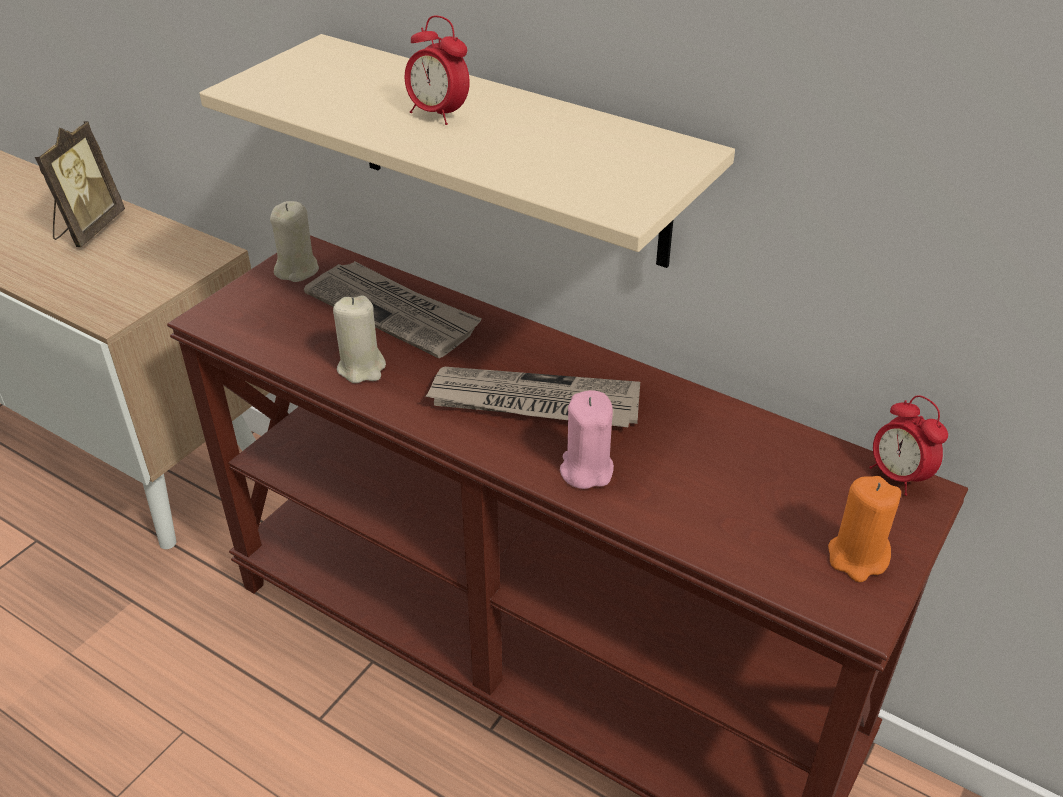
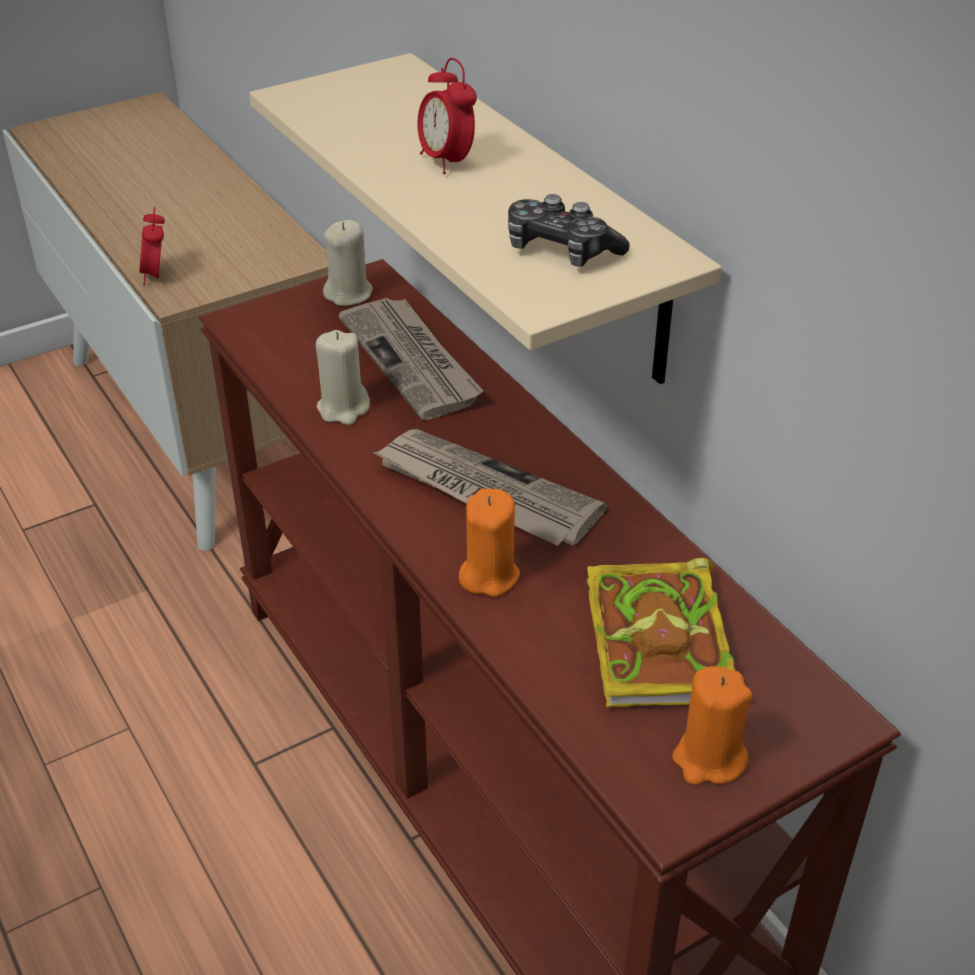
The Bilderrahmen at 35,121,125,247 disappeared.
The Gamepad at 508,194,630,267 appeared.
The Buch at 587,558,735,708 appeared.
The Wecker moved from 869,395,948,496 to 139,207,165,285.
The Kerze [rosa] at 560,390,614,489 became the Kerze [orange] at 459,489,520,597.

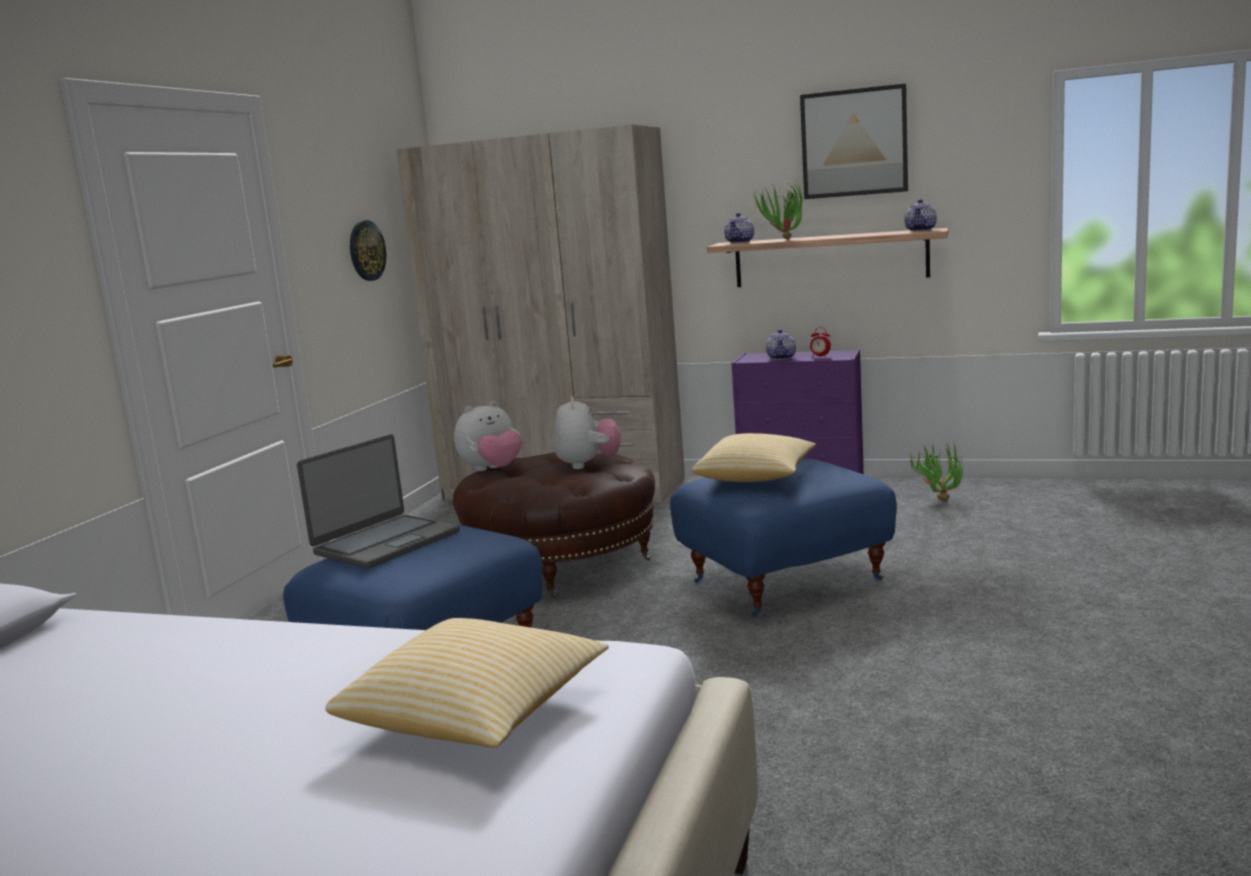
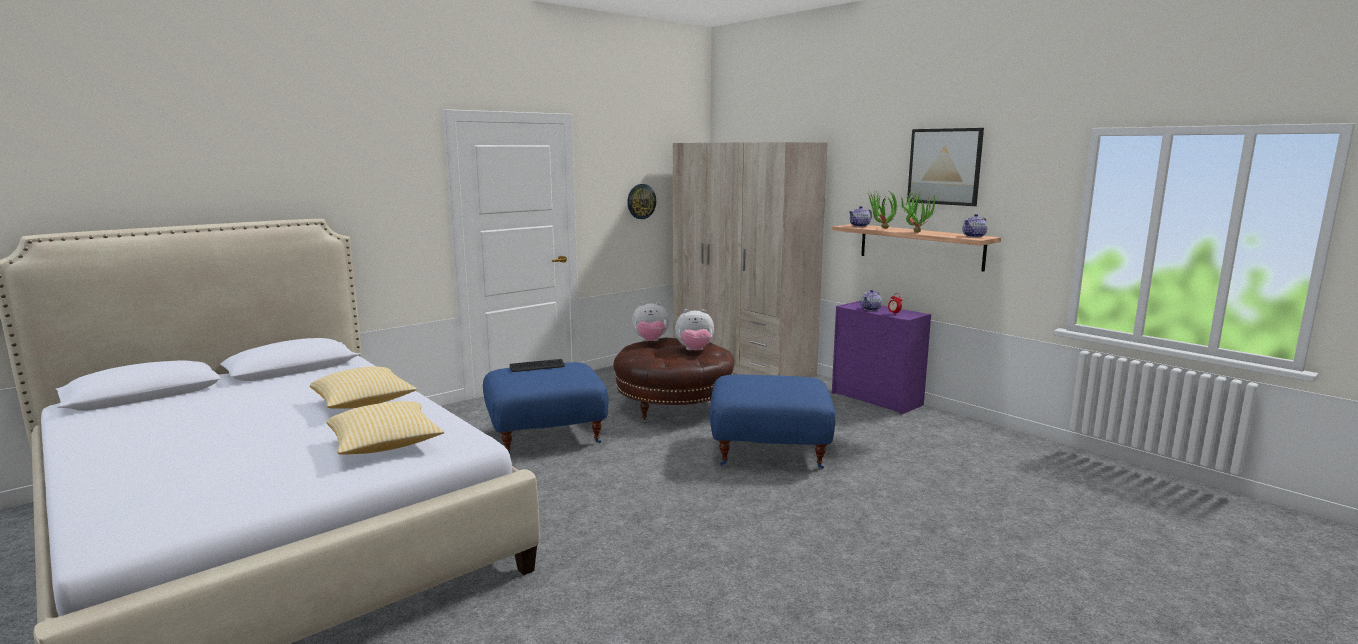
The Kissen moved from 692,433,816,482 to 310,366,417,409.
The Topfpflanze moved from 910,443,963,501 to 899,189,936,233.
The Laptop at 297,434,459,568 was replaced by the Tastatur at 510,359,565,372.
The Plüschtier at 554,396,621,469 turned 60 degrees clockwise.

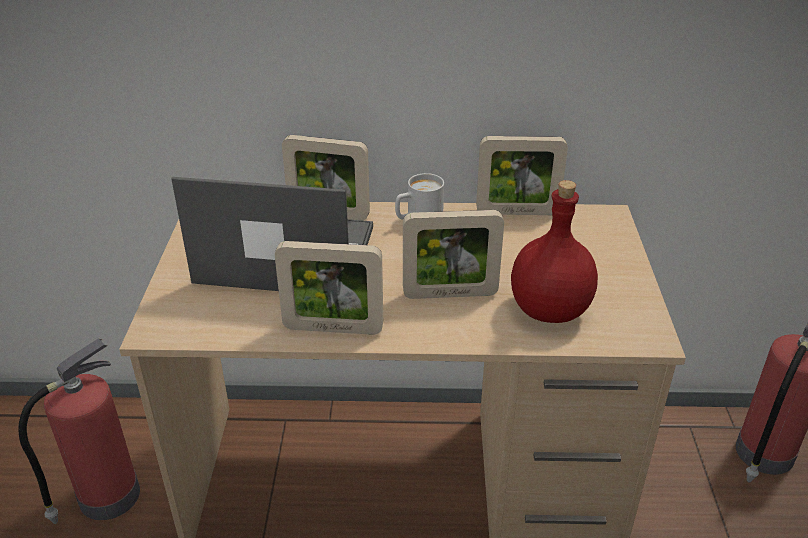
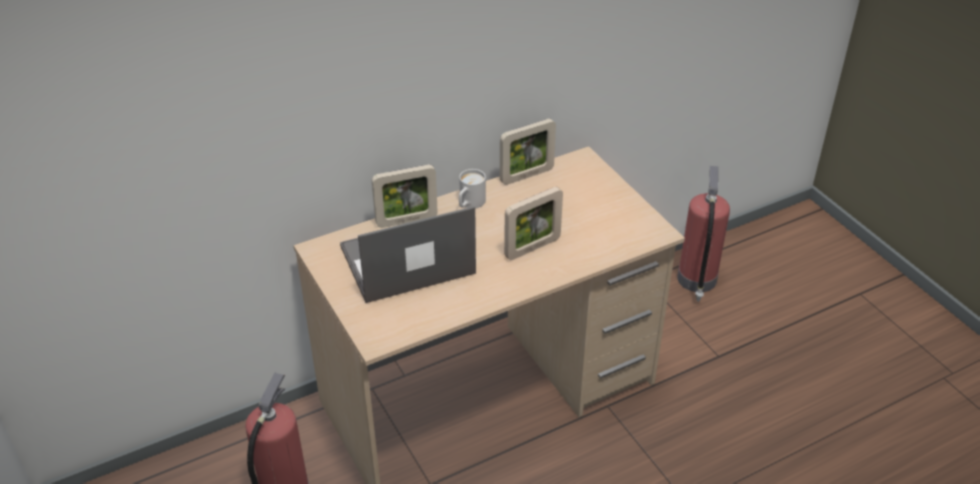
The Bilderrahmen at 275,241,383,335 disappeared.
The Flasche [rot] at 511,180,598,323 disappeared.

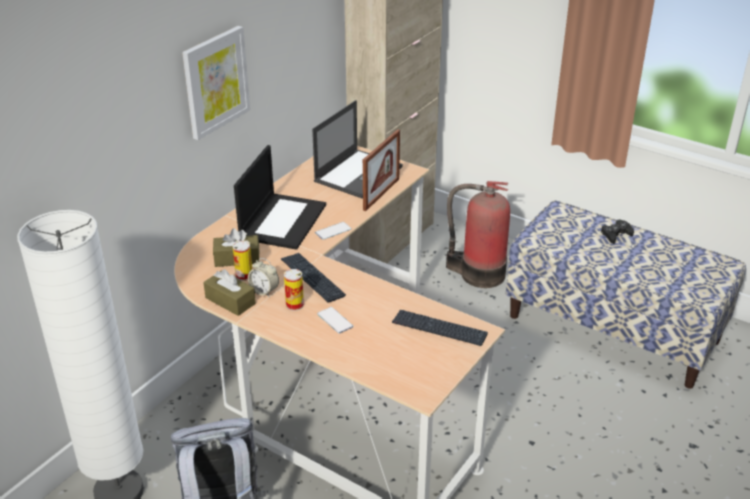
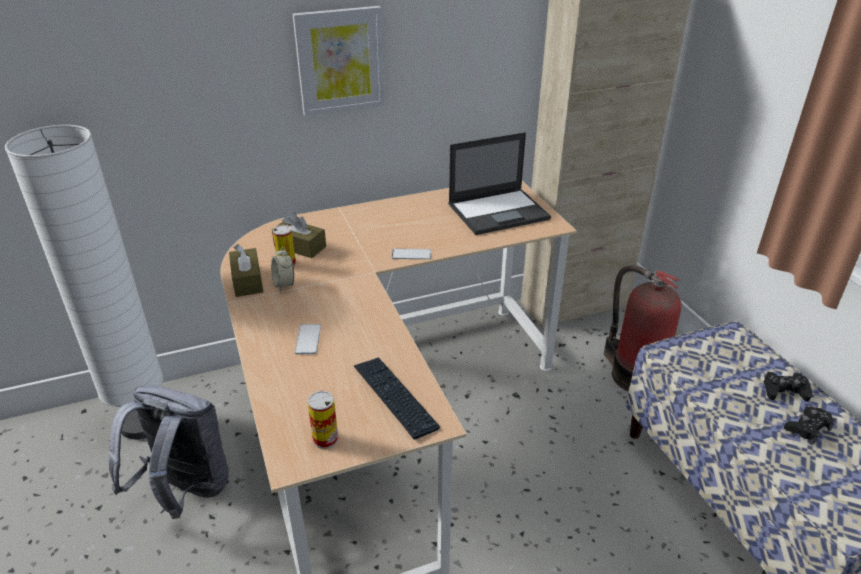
The Laptop at 234,145,326,250 disappeared.
The Tastatur at 281,253,346,303 disappeared.
The Bilderrahmen at 363,129,400,211 disappeared.
The Gamepad [schwarz] at 784,406,835,444 appeared.
The Dose moved from 284,269,304,311 to 308,391,338,449.

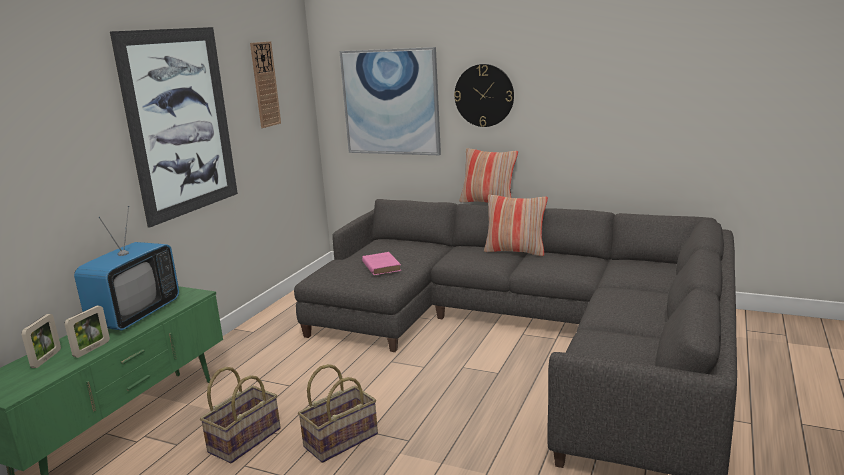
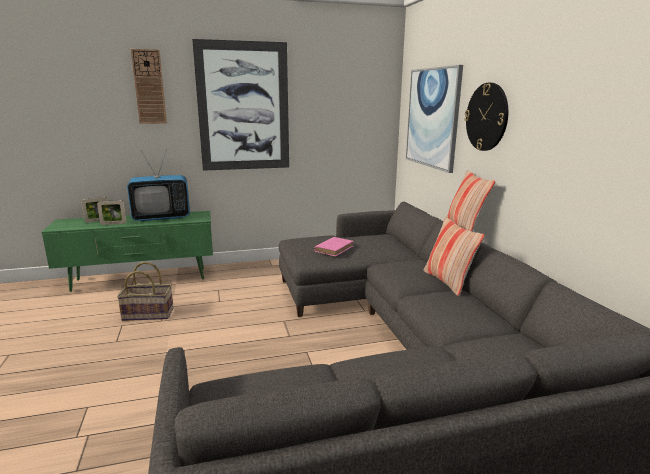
The Korb at 298,364,378,463 disappeared.
The Wanduhr moved from 250,41,281,128 to 131,49,167,124.

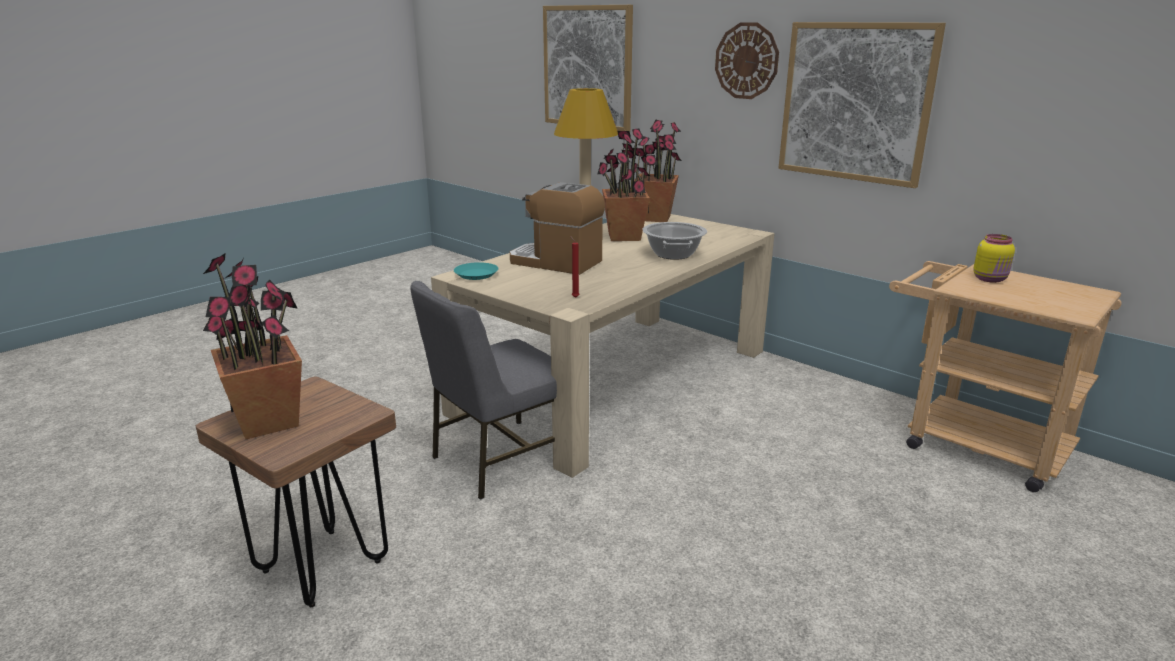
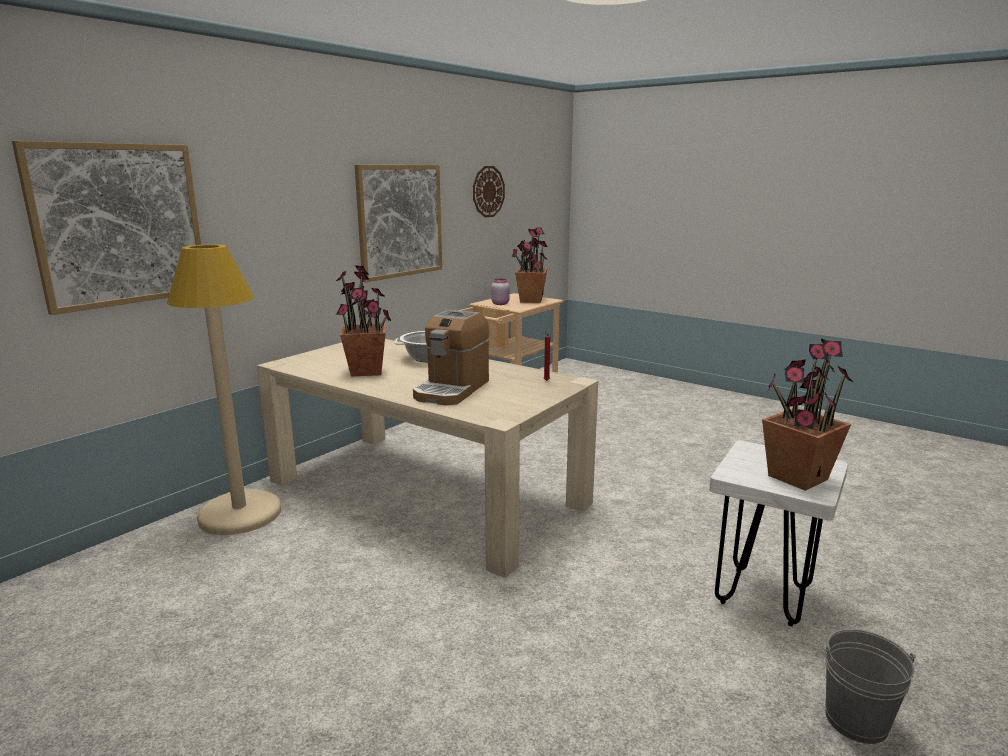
The Stuhl [grau] at 410,281,557,500 disappeared.
The Teller [türkis] at 454,262,498,280 disappeared.
The Eimer [grau] at 822,629,916,744 appeared.
The Topfpflanze moved from 634,120,681,222 to 512,227,547,303.
The Wanduhr moved from 715,22,779,99 to 473,166,505,218.
The Hocker [braun] at 195,376,396,607 became the Hocker [weiß] at 709,440,848,626.
The Vorratsglas [gelb] at 973,234,1015,283 became the Vorratsglas [rosa] at 491,279,510,305.

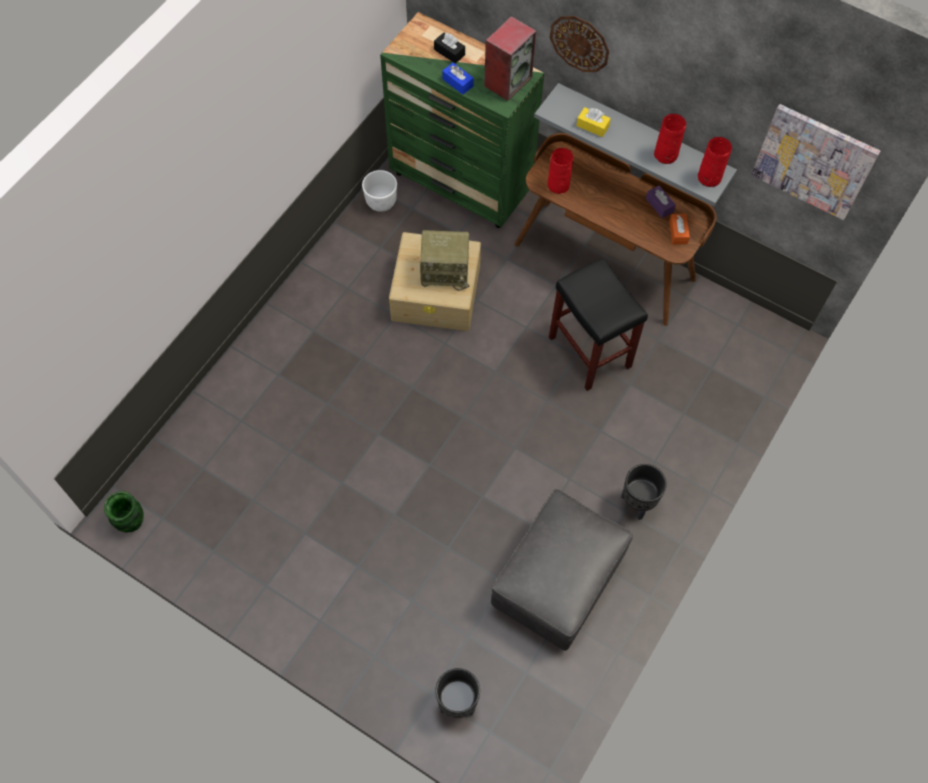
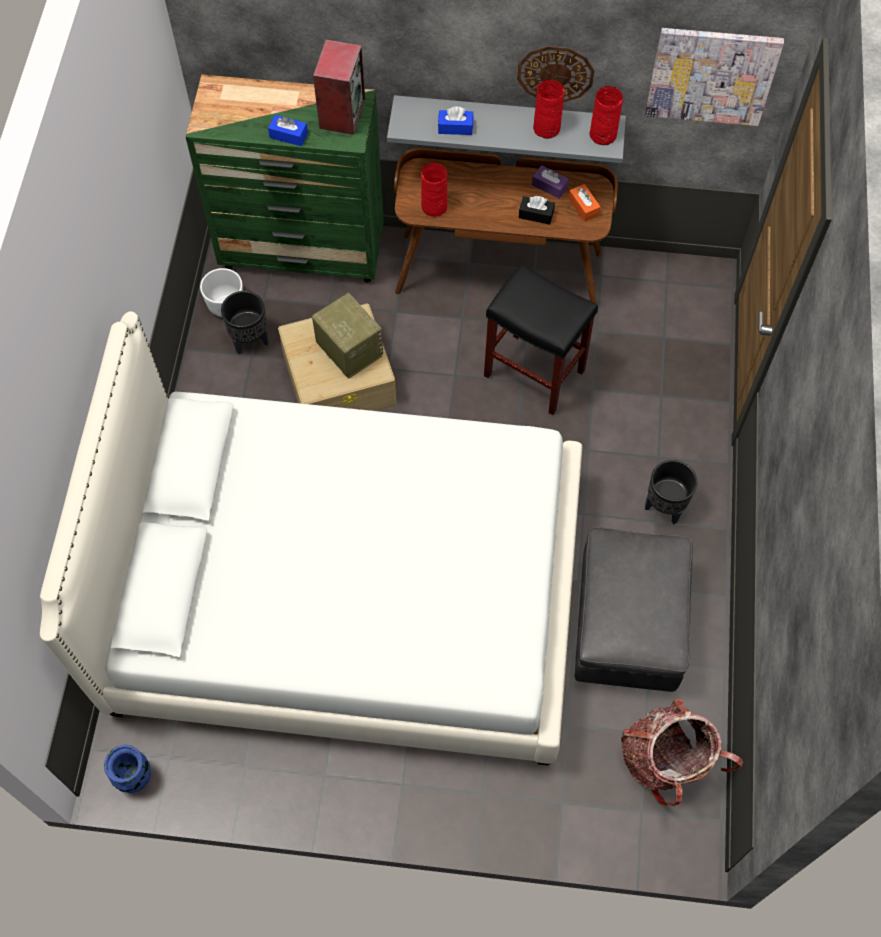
The Bett [weiß] at 40,311,582,765 appeared.
The Rucksack at 621,699,744,806 appeared.
The Taschentuchbox [schwarz] moved from 434,32,465,64 to 519,196,555,225.
The Pflanzkübel [schwarz] moved from 435,668,480,718 to 221,291,269,355.
The Wanduhr moved from 550,16,609,72 to 517,46,595,102.
The Vase [grün] at 104,491,144,532 became the Vase [blau] at 104,745,151,793.
The Taschentuchbox [gelb] at 576,107,611,137 became the Taschentuchbox [blau] at 438,106,473,135.
The Radio at 420,230,469,291 turned 105 degrees counterclockwise.

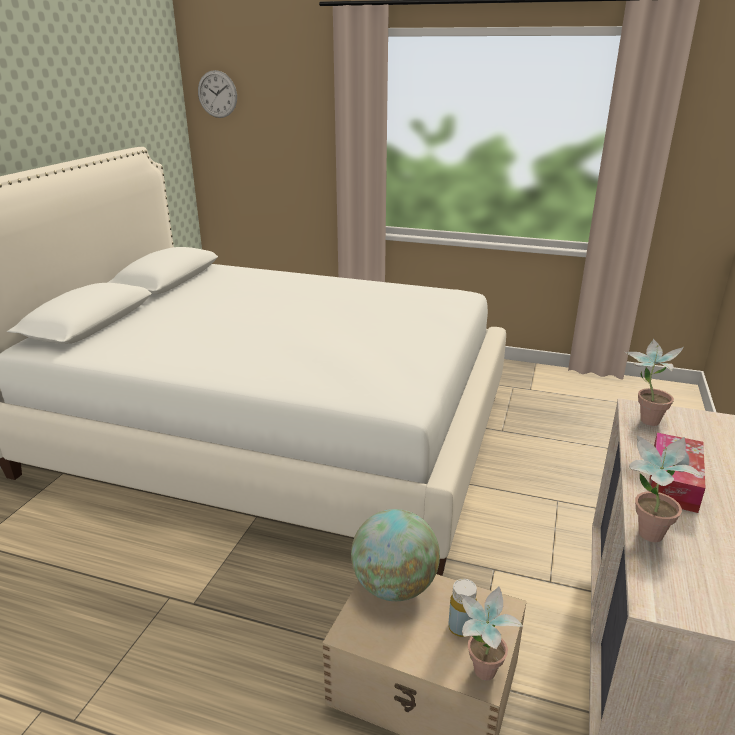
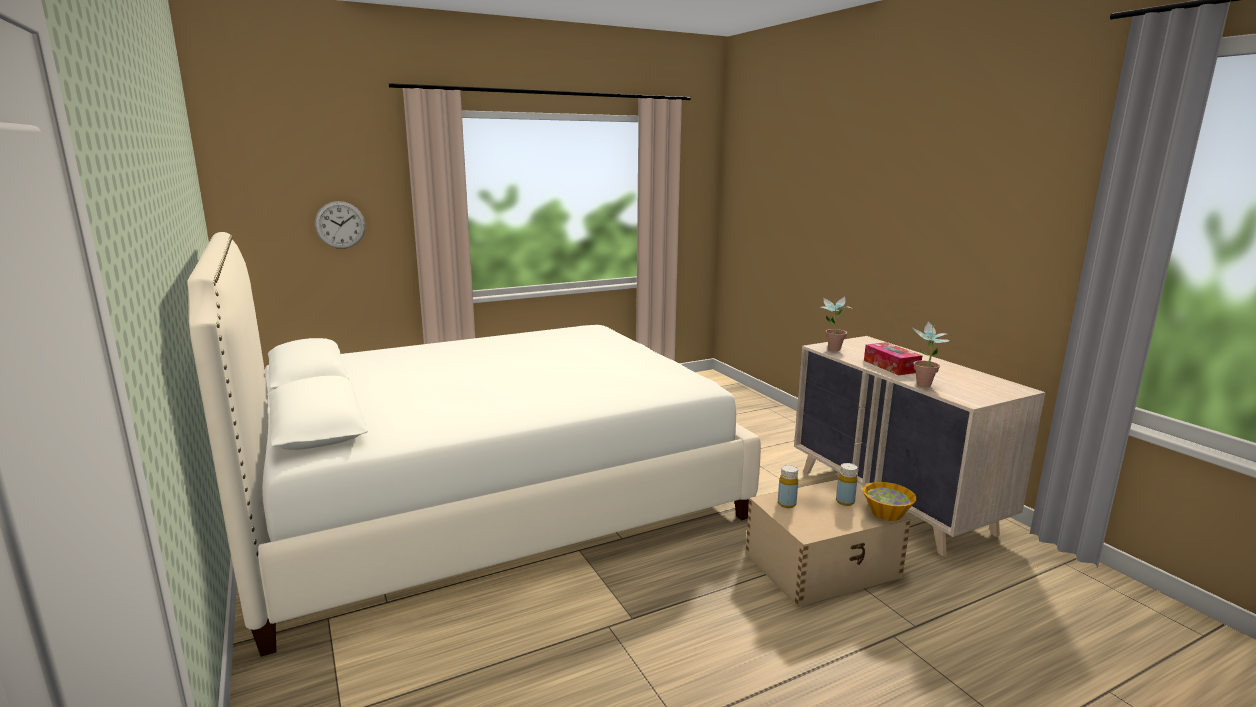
The Wanduhr moved from 198,70,237,118 to 315,201,366,249.
The Globus at 351,509,440,601 was replaced by the Flasche [gelb] at 778,465,798,508.
The Topfpflanze at 460,586,523,681 was replaced by the Schüssel at 863,482,916,521.

